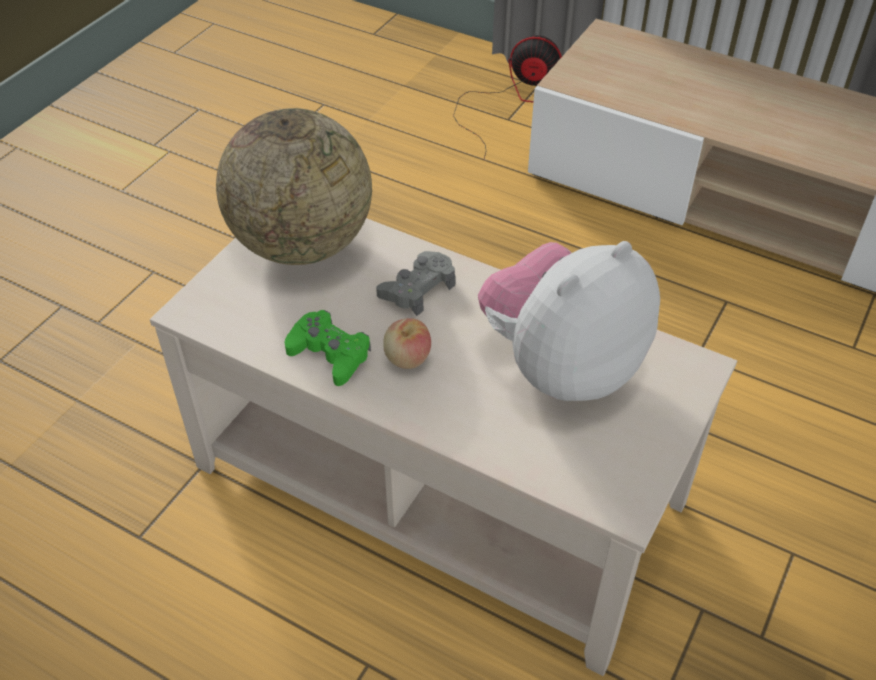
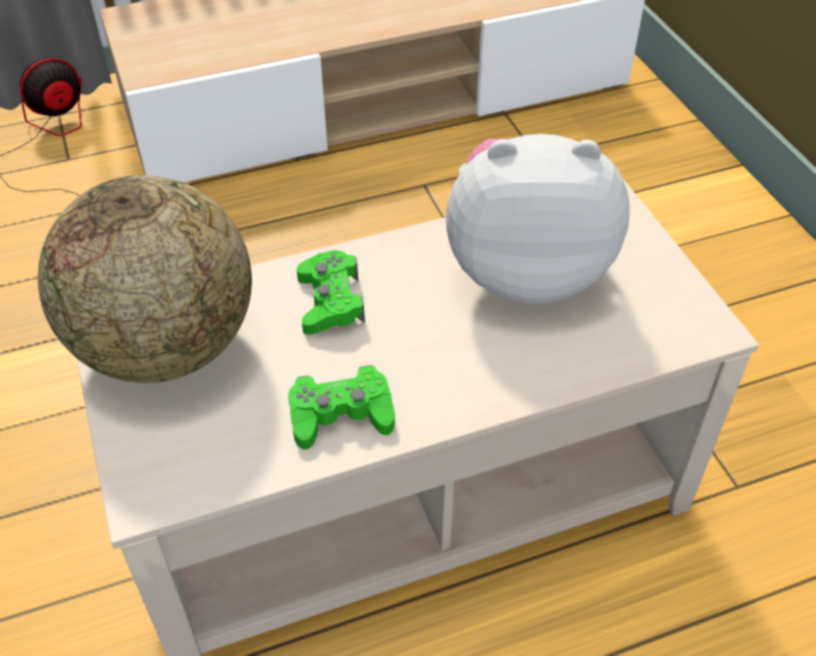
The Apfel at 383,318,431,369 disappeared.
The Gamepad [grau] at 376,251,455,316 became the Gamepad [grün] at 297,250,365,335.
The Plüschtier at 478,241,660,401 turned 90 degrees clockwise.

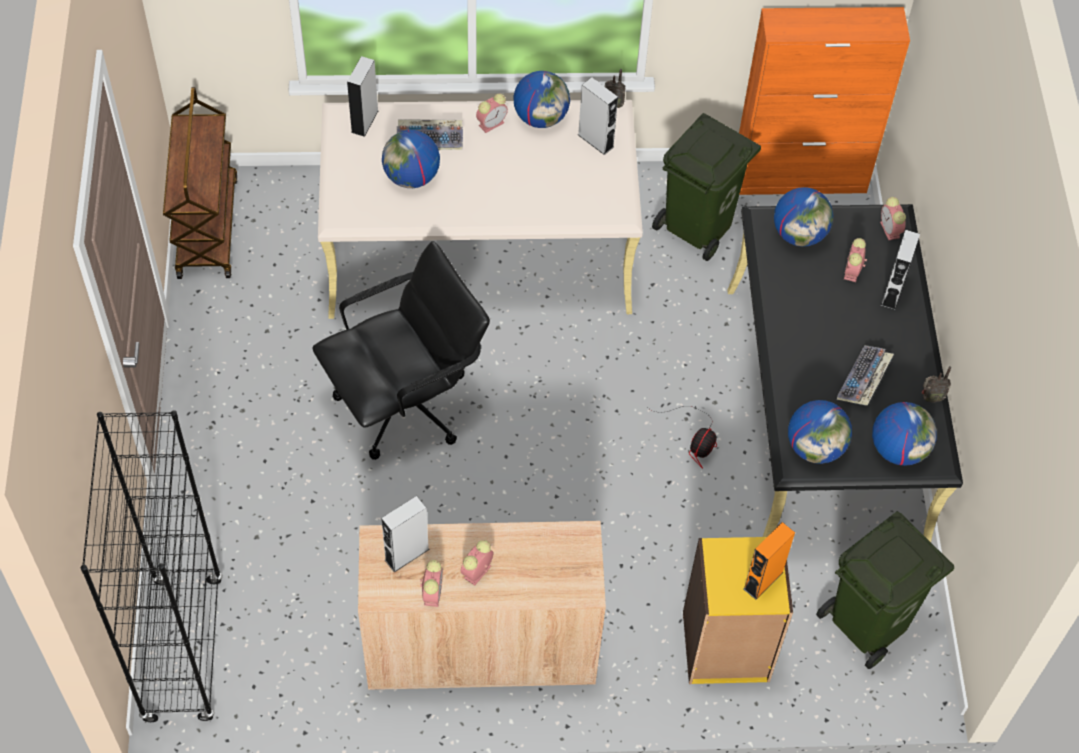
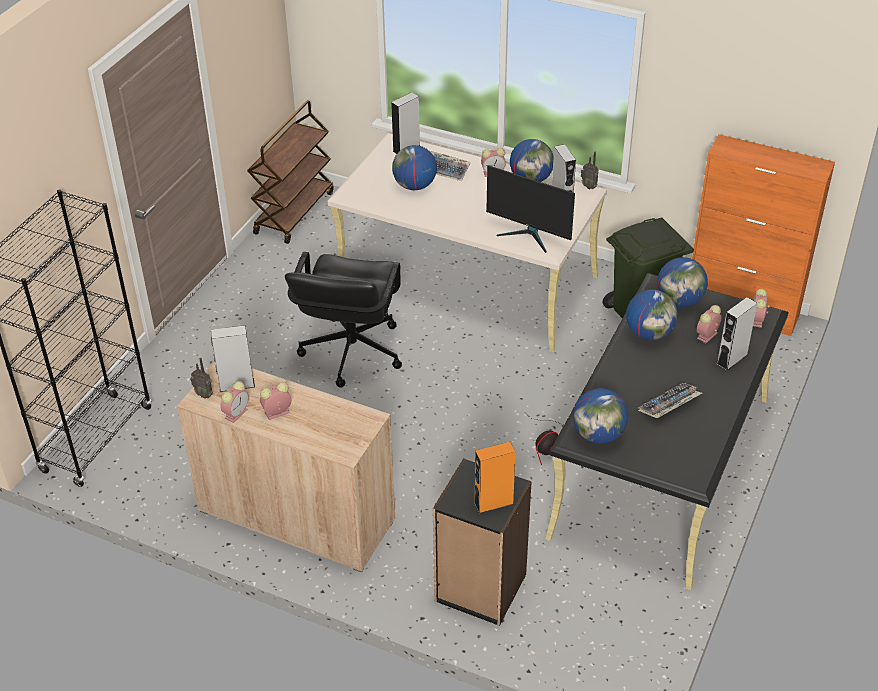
The Mülleimer [grün] at 816,511,954,669 disappeared.
The Monitor at 486,165,575,253 appeared.
The Globus moved from 872,402,937,466 to 626,289,678,341.
The Radio moved from 922,366,951,402 to 190,358,213,398.
The Bücherregal [gelb] at 683,537,793,684 became the Bücherregal [schwarz] at 433,458,532,626.
The Bürostuhl [schwarz] at 312,241,490,460 turned 105 degrees clockwise.

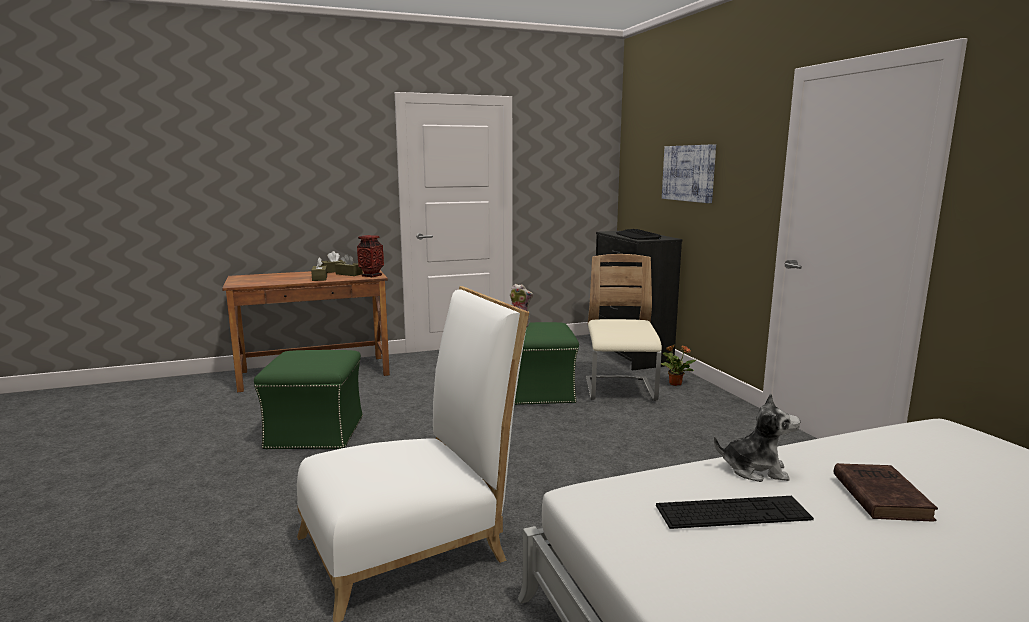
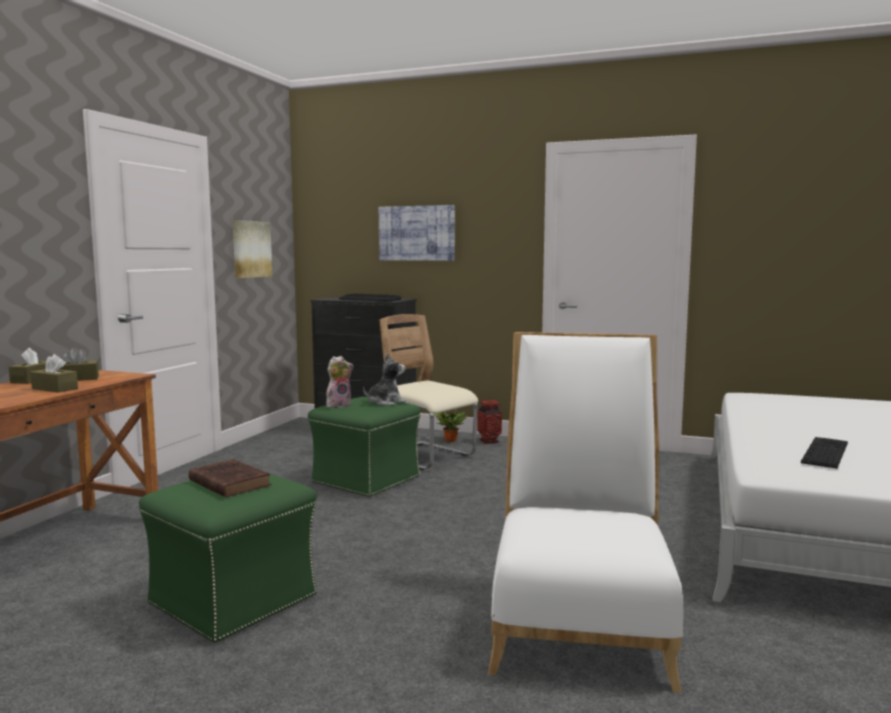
The Bild at 233,220,272,278 appeared.
The Vase moved from 357,235,384,277 to 477,400,502,444.
The Plüschtier moved from 714,393,800,482 to 363,353,406,406.
The Buch [braun] moved from 834,463,938,521 to 189,459,271,497.

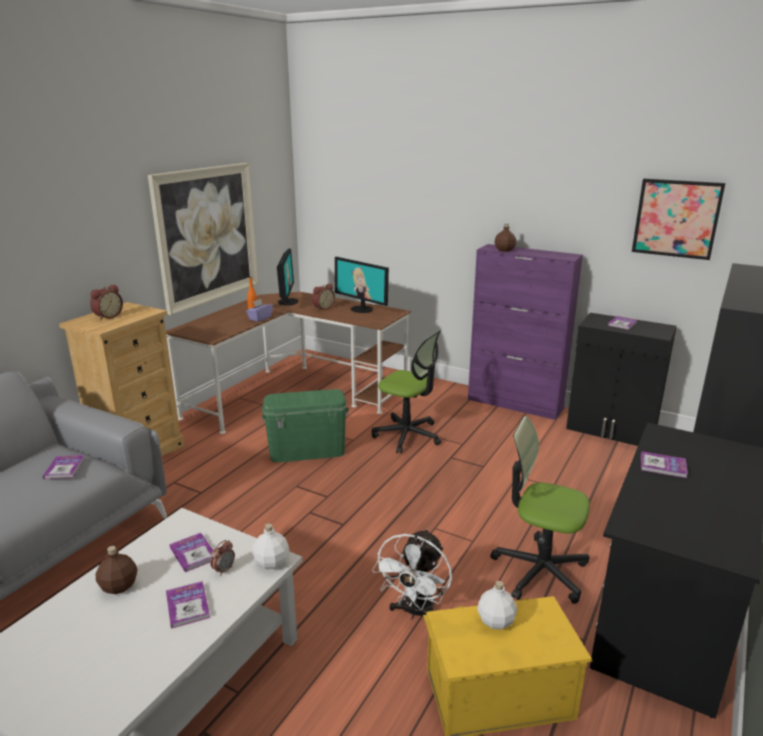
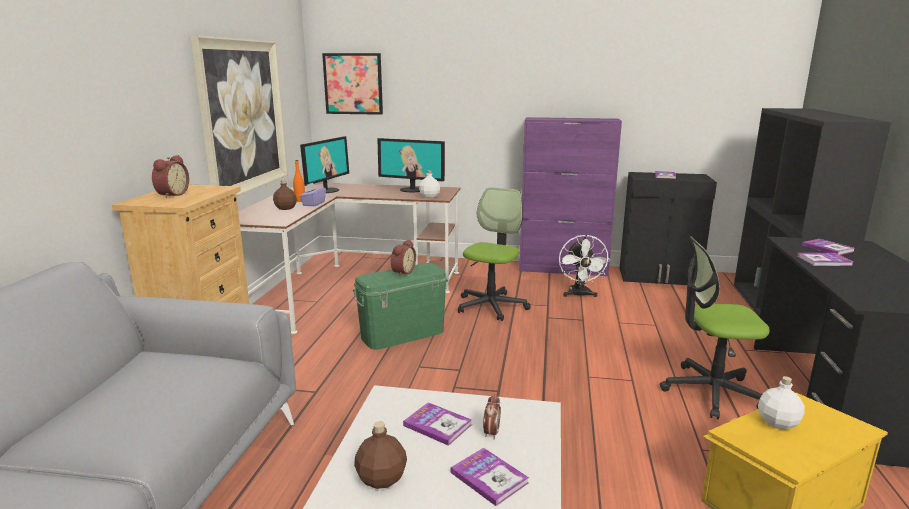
The Buch moved from 43,455,85,479 to 802,239,854,255.
The Flasche [weiß] moved from 252,523,290,569 to 419,170,440,198.
The Wecker moved from 312,284,335,311 to 391,240,416,276.
The Ventilator [weiß] moved from 372,529,452,620 to 559,234,610,297.
The Flasche [braun] moved from 495,224,516,252 to 273,180,297,210.
The Bild moved from 632,179,726,260 to 322,53,383,115.
The Monitor at 277,249,299,305 turned 45 degrees clockwise.
The Bürostuhl at 372,330,442,454 turned 75 degrees counterclockwise.

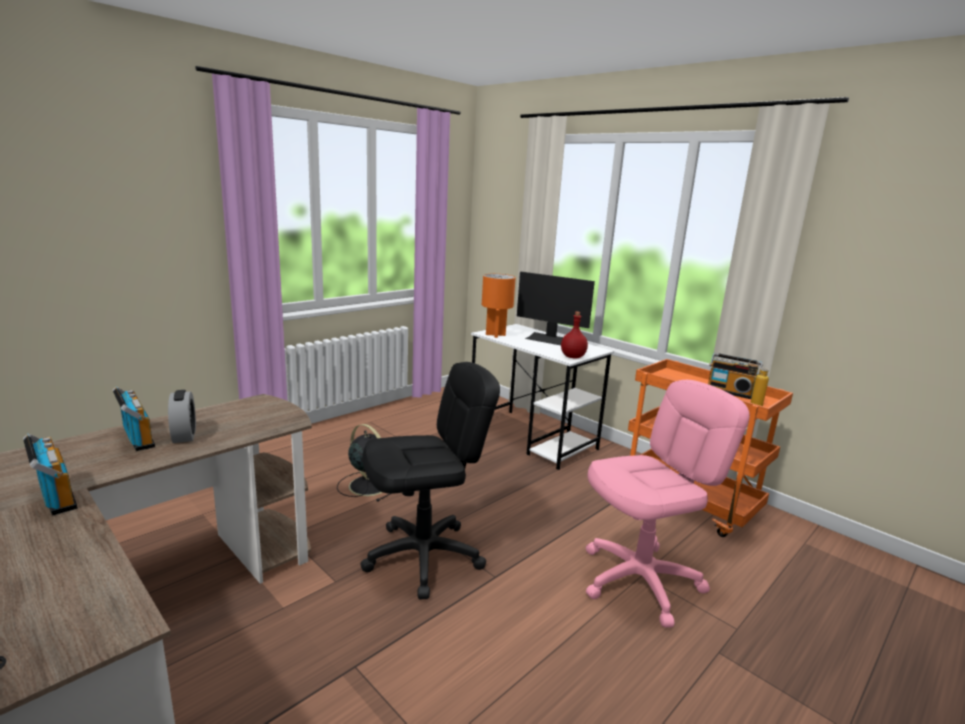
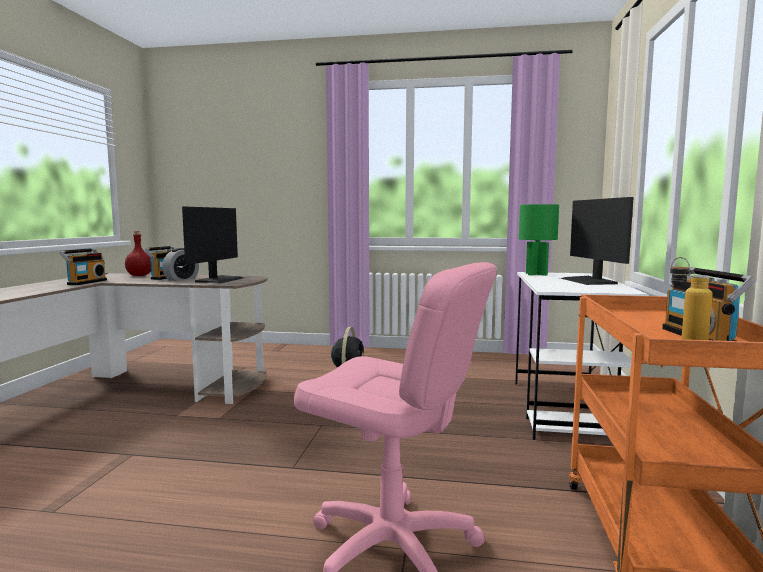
The Bürostuhl [schwarz] at 360,362,500,599 disappeared.
The Monitor at 182,207,244,283 appeared.
The Flasche [rot] moved from 561,312,588,359 to 125,231,151,276.
The Tischlampe [orange] at 482,274,516,338 became the Tischlampe [grün] at 519,204,559,276.

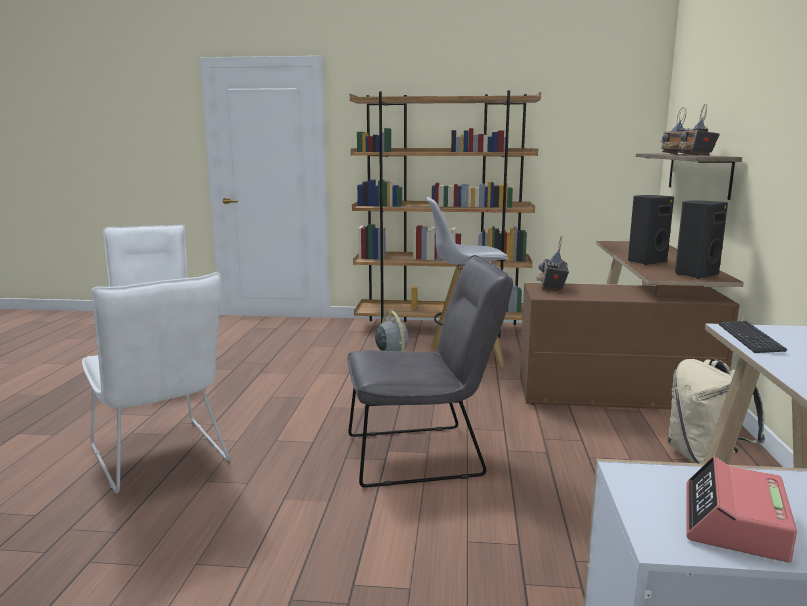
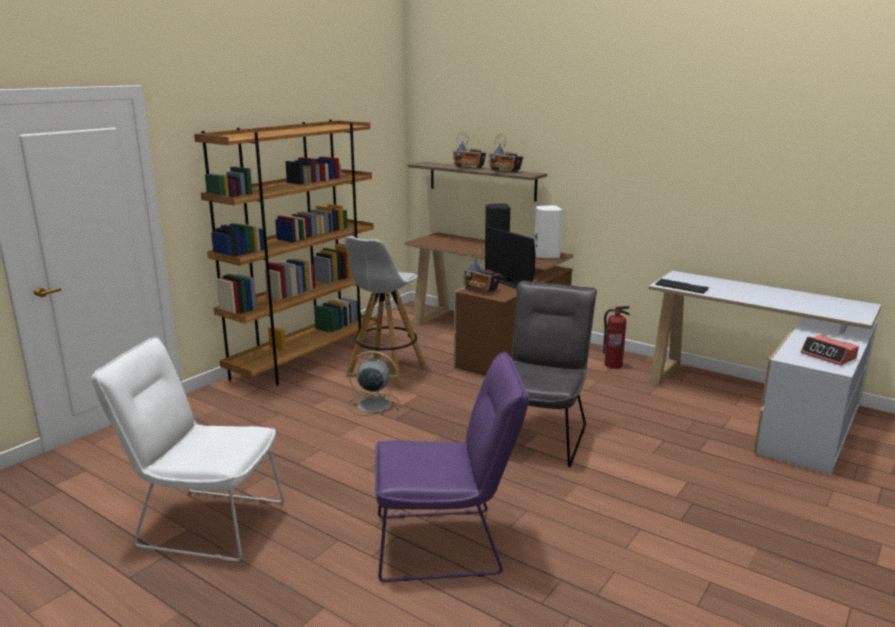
The Monitor at 485,227,536,289 appeared.
The Rucksack [beige] at 668,358,765,464 was replaced by the Feuerlöscher at 603,306,630,369.
The Stuhl [weiß] at 82,272,230,494 became the Stuhl [lila] at 375,351,529,582.
The Lautsprecher [schwarz] at 675,201,728,279 became the Lautsprecher [weiß] at 534,205,562,259.

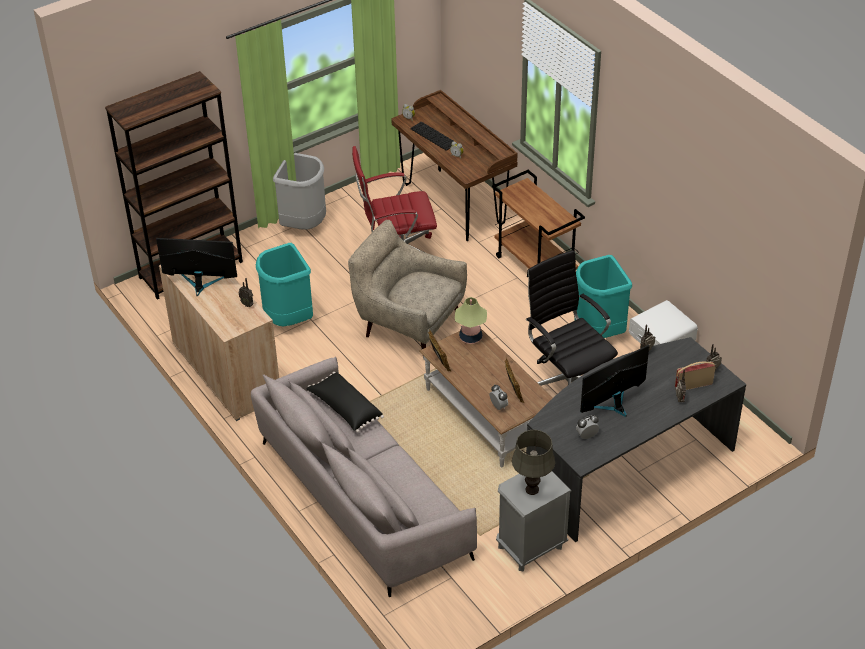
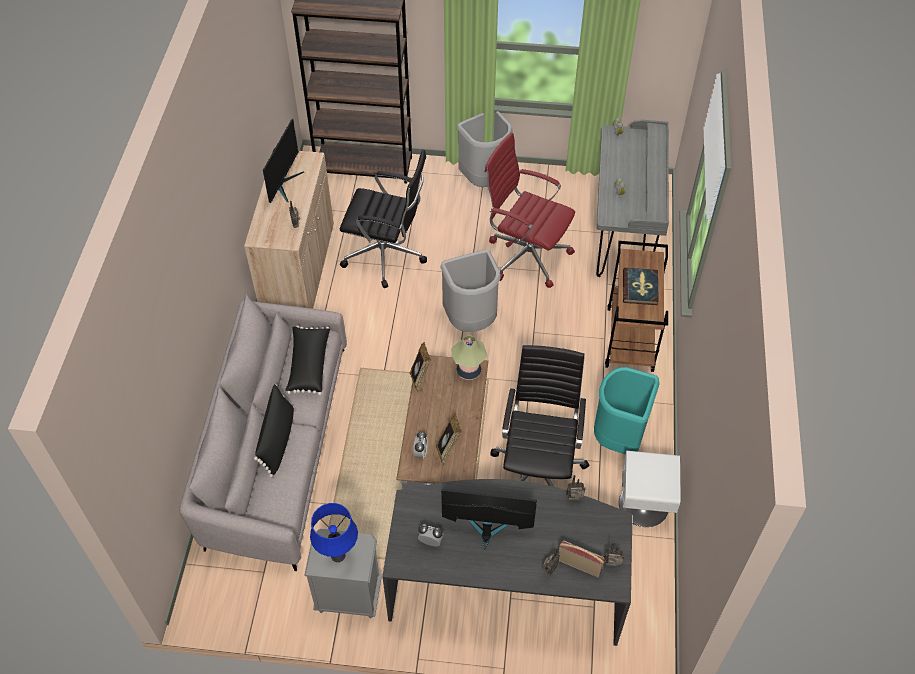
The Tastatur at 410,122,457,151 disappeared.
The Kissen [schwarz] at 254,384,294,478 appeared.
The Buch at 623,268,659,305 appeared.
The Mülleimer [türkis] at 256,243,313,327 was replaced by the Bürostuhl [schwarz] at 340,150,427,288.
The Sessel [beige] at 348,220,467,349 was replaced by the Mülleimer [grau] at 440,250,501,332.
The Schreibtisch [braun] at 391,90,517,241 became the Schreibtisch [grau] at 596,120,669,277.
The Tischlampe [grau] at 512,430,555,495 became the Tischlampe [blau] at 310,503,358,562.
The Monitor at 156,238,237,297 turned 60 degrees clockwise.

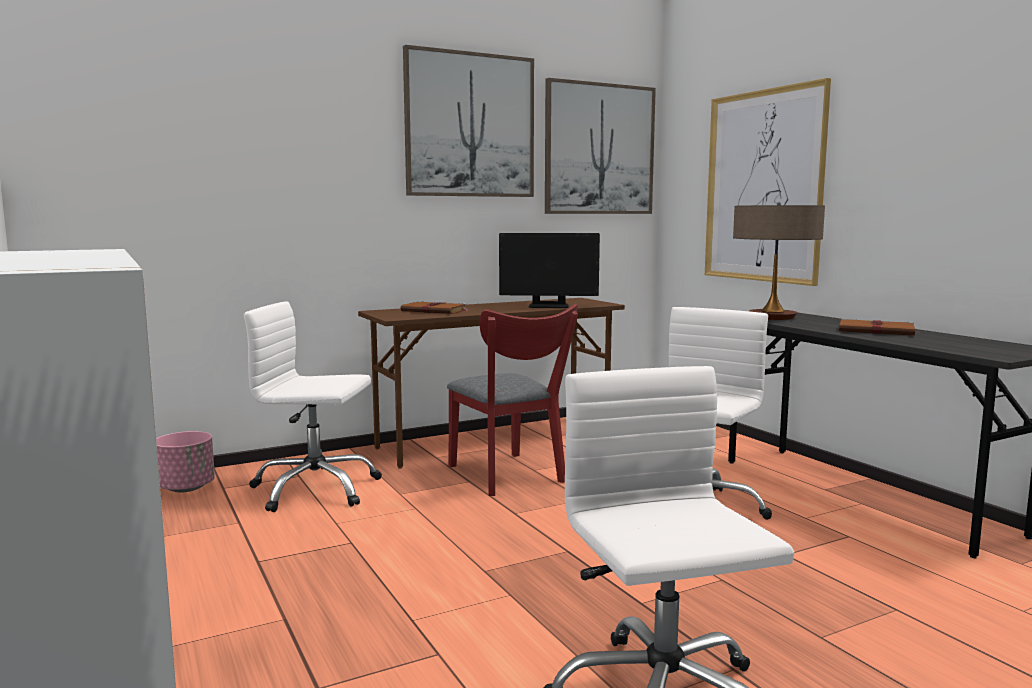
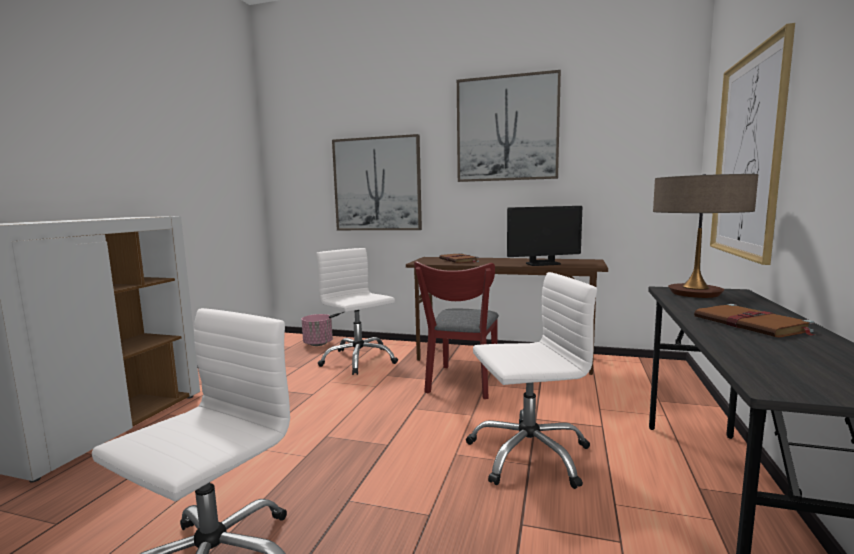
The Bild moved from 545,78,656,214 to 332,134,422,230.
The Monitor at 499,233,600,308 turned 60 degrees counterclockwise.

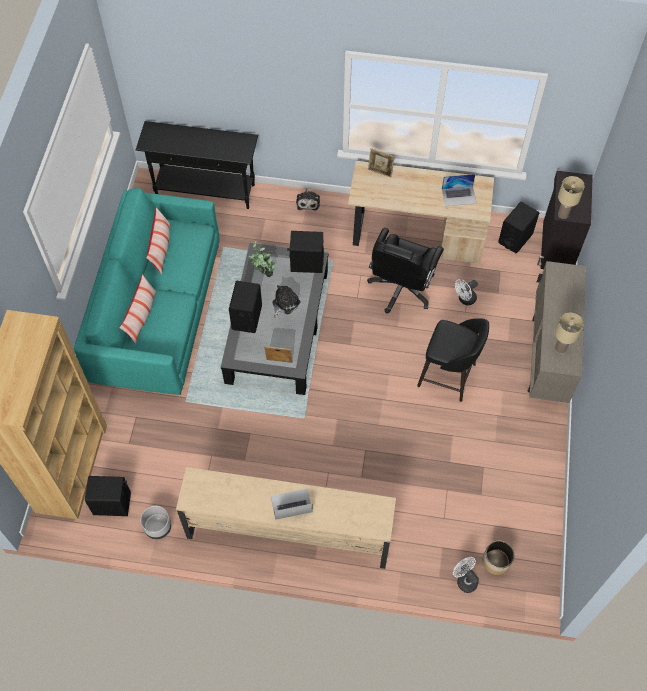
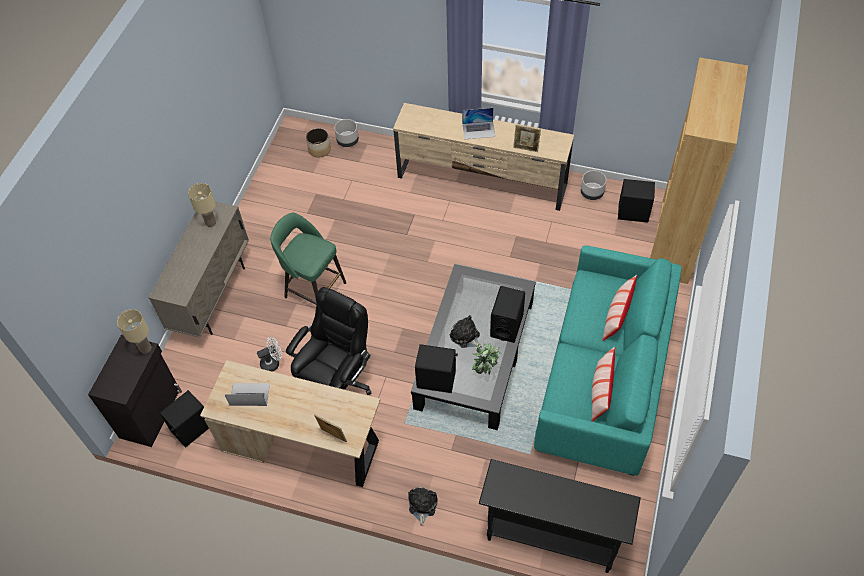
The Bilderrahmen moved from 264,346,293,363 to 513,125,541,152.
The Ventilator [weiß] at 453,557,479,593 was replaced by the Pflanzkübel [grau] at 335,119,359,147.
The Hocker [schwarz] at 417,318,489,402 became the Hocker [grün] at 270,213,346,305.
The Plüschtier at 272,285,300,317 turned 90 degrees clockwise.

